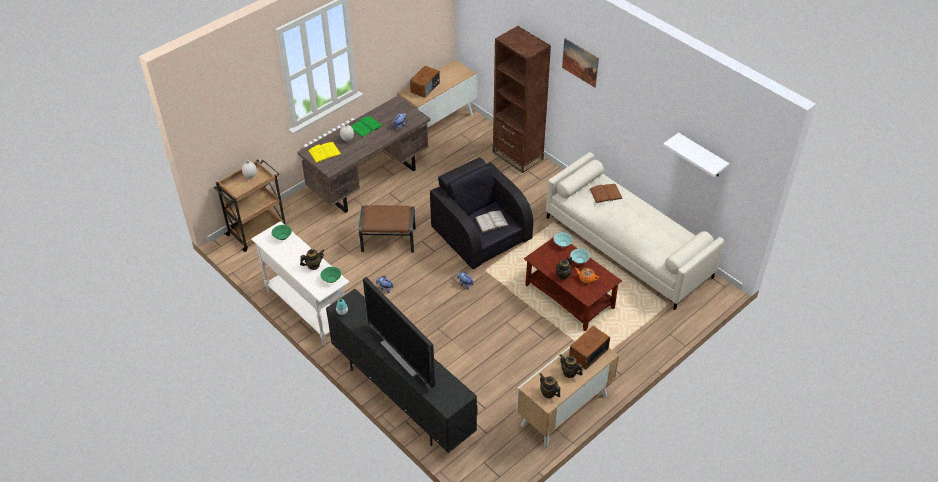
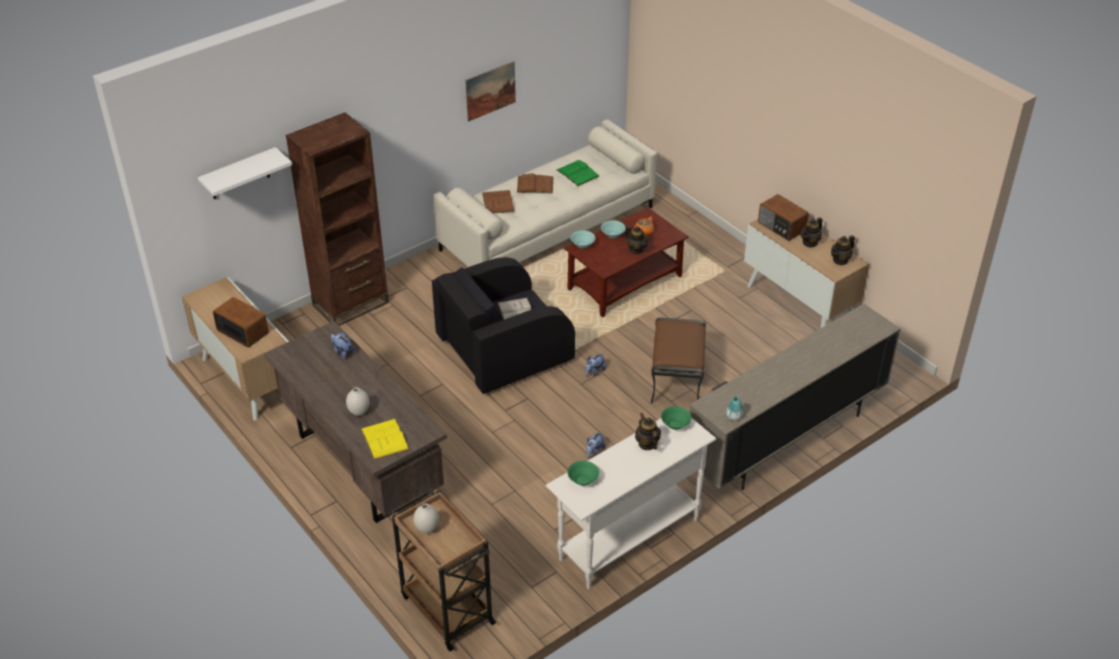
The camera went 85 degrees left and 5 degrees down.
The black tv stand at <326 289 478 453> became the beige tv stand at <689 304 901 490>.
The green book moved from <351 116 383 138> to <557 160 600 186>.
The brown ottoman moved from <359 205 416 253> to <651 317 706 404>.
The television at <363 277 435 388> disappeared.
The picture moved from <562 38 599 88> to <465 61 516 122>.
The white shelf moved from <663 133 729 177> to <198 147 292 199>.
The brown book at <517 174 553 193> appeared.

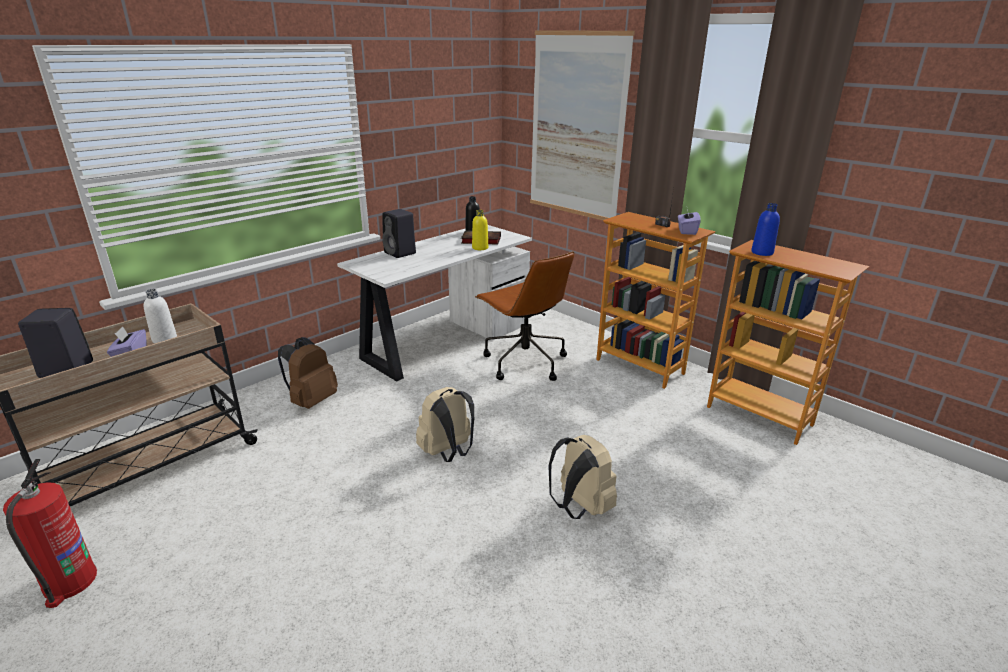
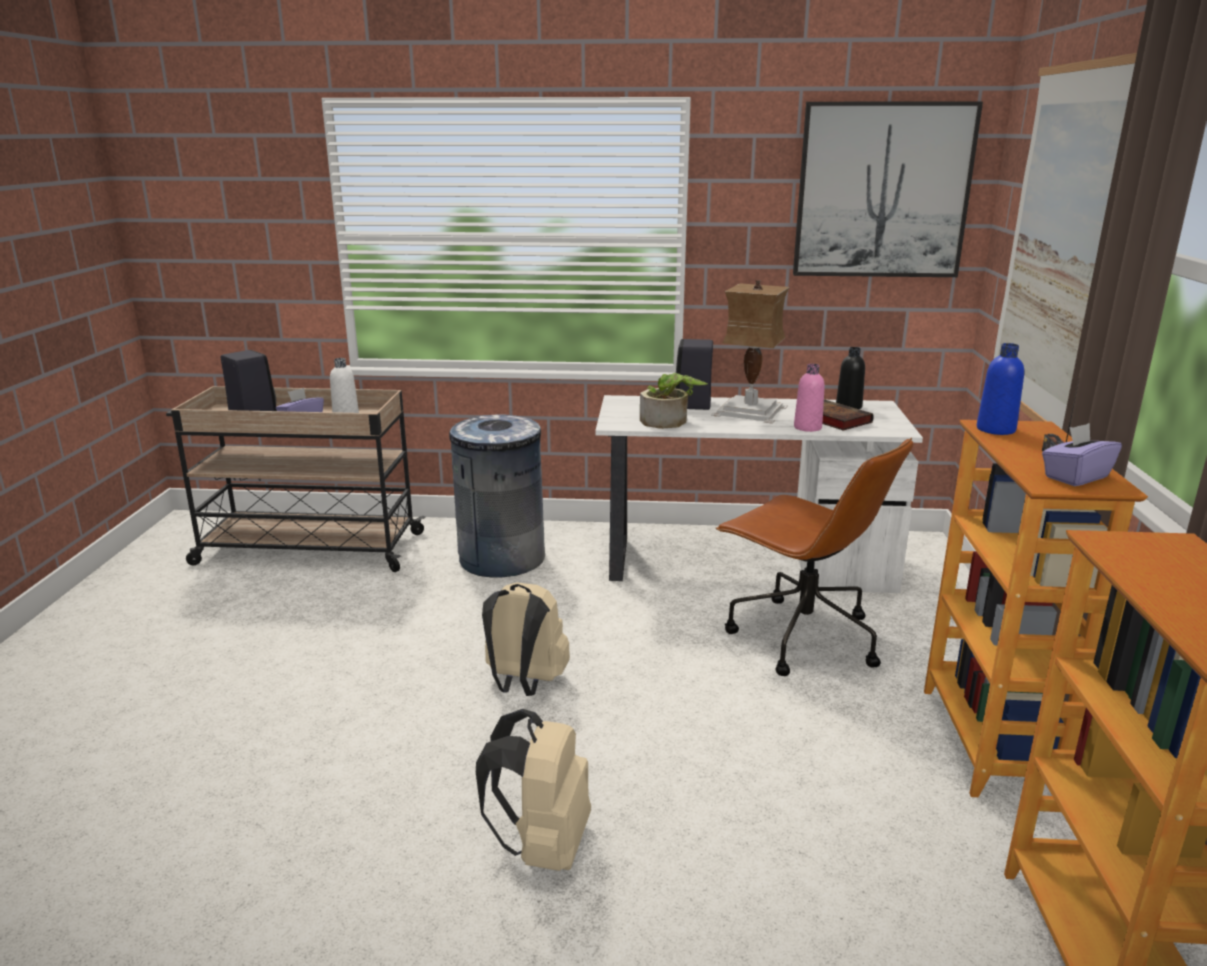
The camera went 50 degrees right and 5 degrees down.
The fire extinguisher at <3 459 97 608> disappeared.
The brown backpack at <278 337 338 409> was replaced by the grey trash can at <449 414 545 578>.
The yellow bottle at <472 210 488 250> became the pink bottle at <794 364 825 432>.
The brown office chair at <475 251 574 381> turned 60 degrees counterclockwise.
The blue bottle moved from <751 203 780 256> to <977 343 1024 435>.
The potted plant at <640 373 708 429> appeared.
The table lamp at <711 280 789 424> appeared.
The picture at <793 101 983 277> appeared.

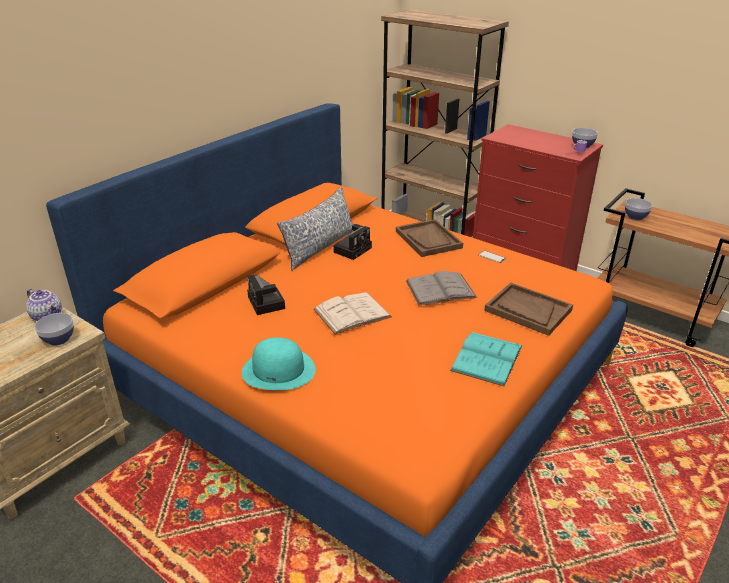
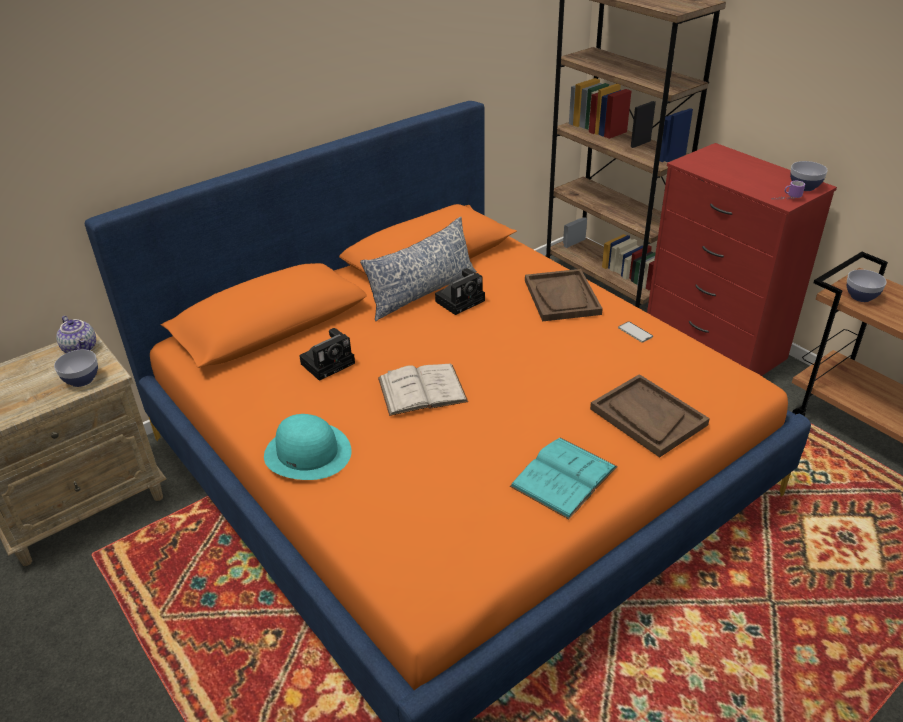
The camera went 15 degrees right and 5 degrees up.
The photo camera at <247 274 285 315> turned 120 degrees counterclockwise.
The grey book at <406 271 477 305> disappeared.

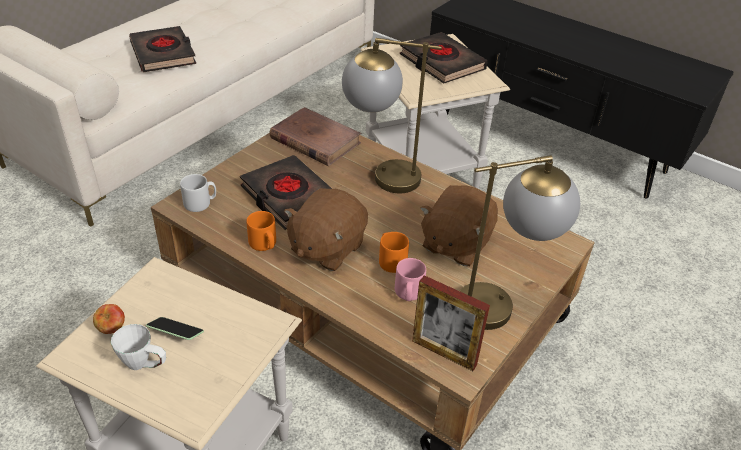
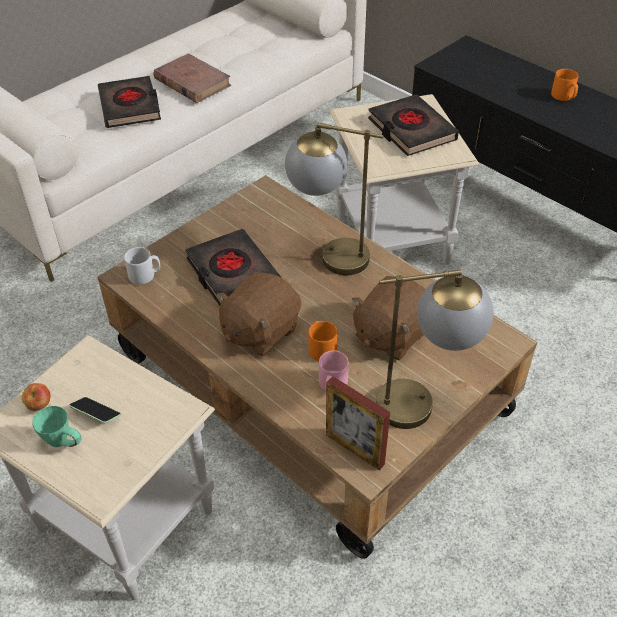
The camera went 10 degrees right and 5 degrees up.
The white mug at <111 324 166 370> became the green mug at <32 406 81 447>.
The orange mug moved from <246 211 276 251> to <551 69 578 101>.
The brown book moved from <270 107 361 166> to <153 53 231 103>.

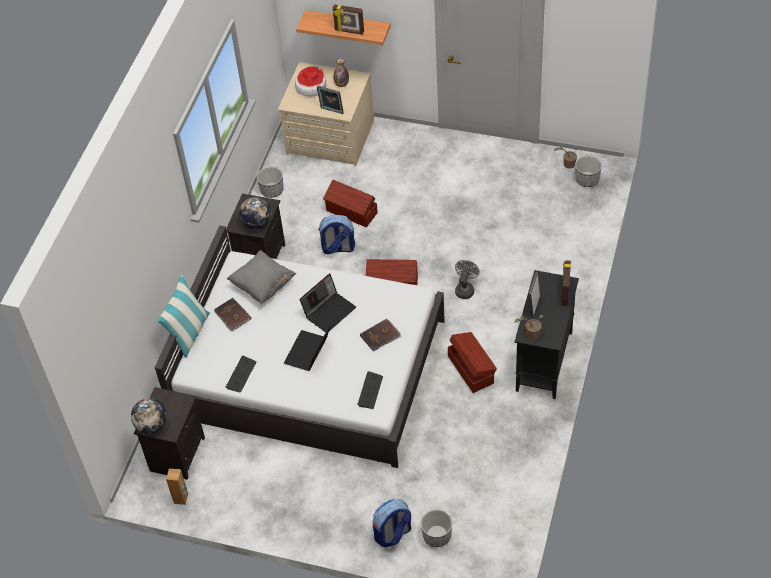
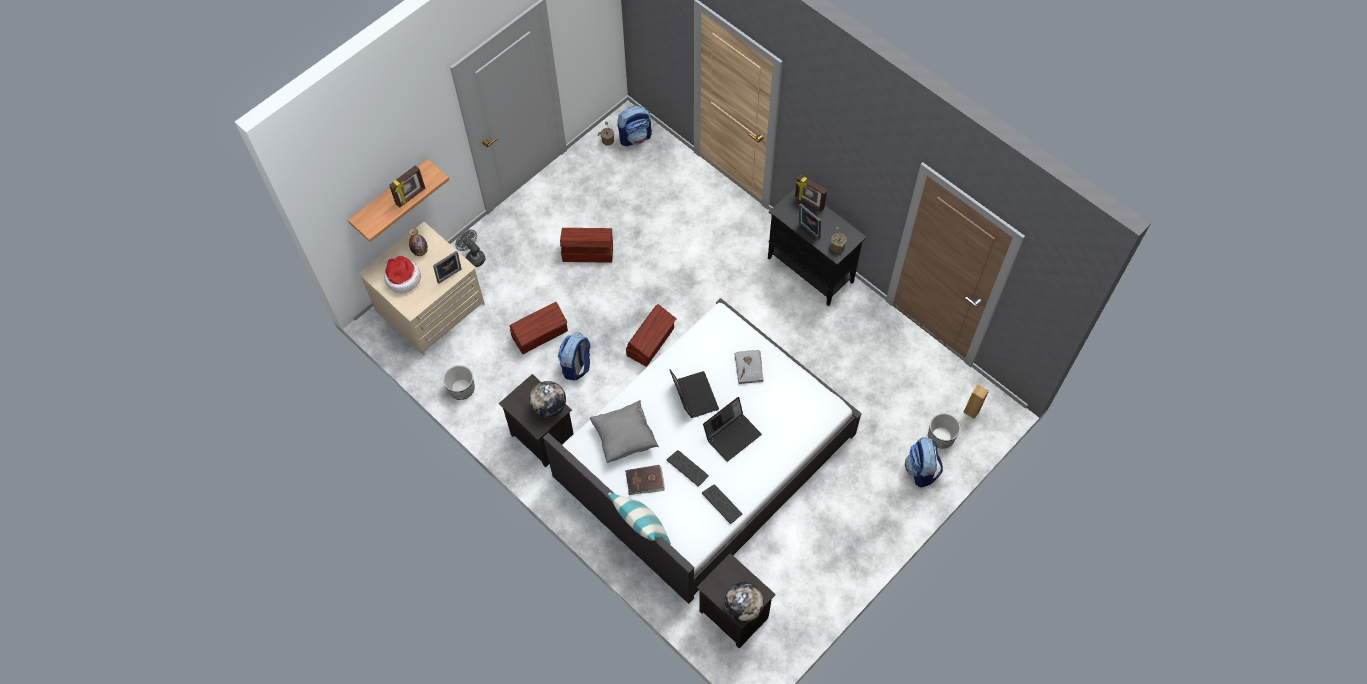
The camera went 65 degrees left and 10 degrees up.
The brown speaker moved from <166 469 188 505> to <963 384 989 419>.
The laptop at <284 323 331 371> turned 90 degrees counterclockwise.
The keyboard moved from <357 371 383 409> to <667 450 709 487>.
The brown book at <360 319 401 351> became the grey book at <735 350 764 384>.
The brown storage box moved from <448 332 497 393> to <560 228 613 262>.
The grey fan moved from <455 260 480 299> to <455 229 486 267>.
The planter at <575 155 602 187> was replaced by the backpack at <617 106 652 146>.

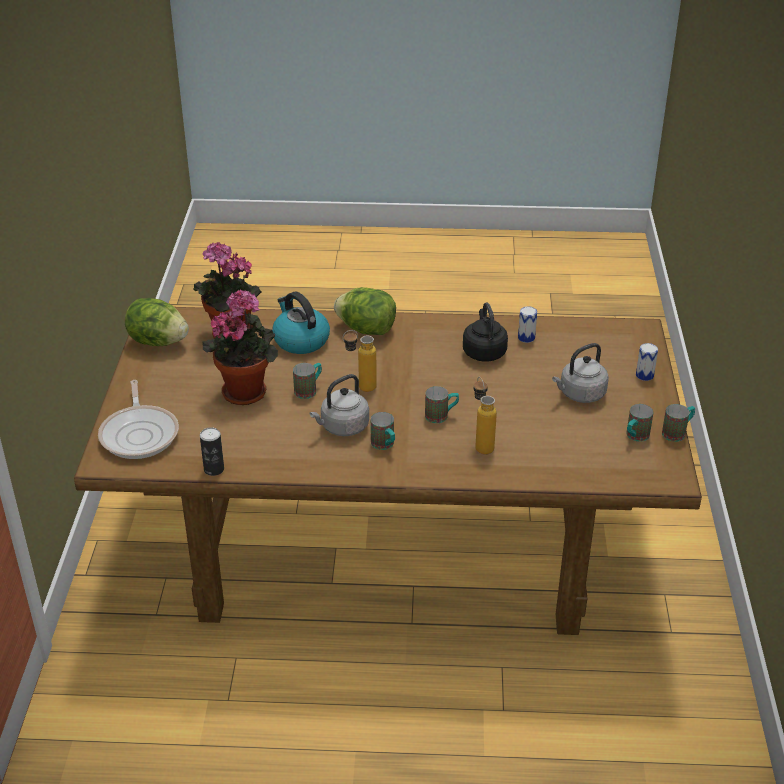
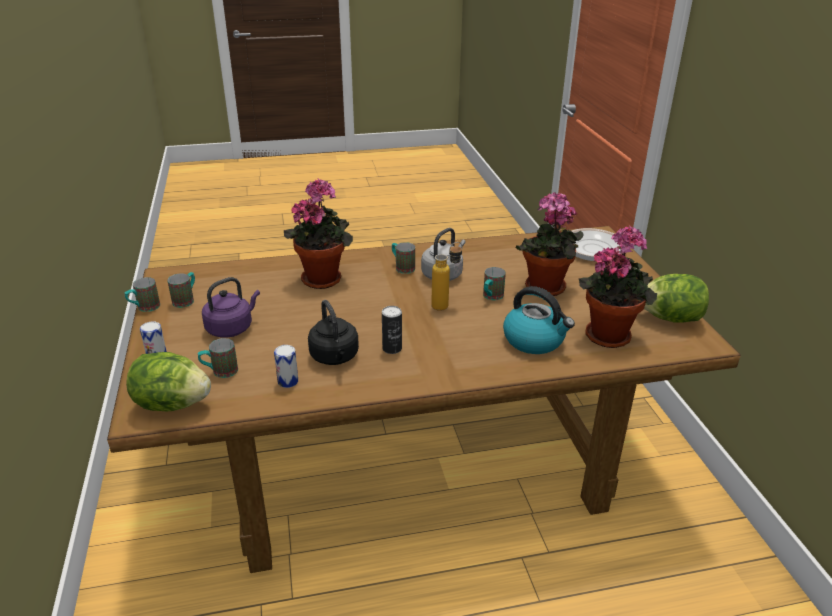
The camera went 165 degrees right and 5 degrees down.
The can moved from <200 427 224 476> to <382 306 402 354>.
The lettuce moved from <334 287 396 335> to <126 352 211 411>.
The mug moved from <425 386 459 423> to <198 338 238 378>.
The bottle at <474 377 497 455> was replaced by the potted plant at <284 178 353 289>.
The grey kettle at <552 343 609 403> became the purple kettle at <202 277 260 338>.

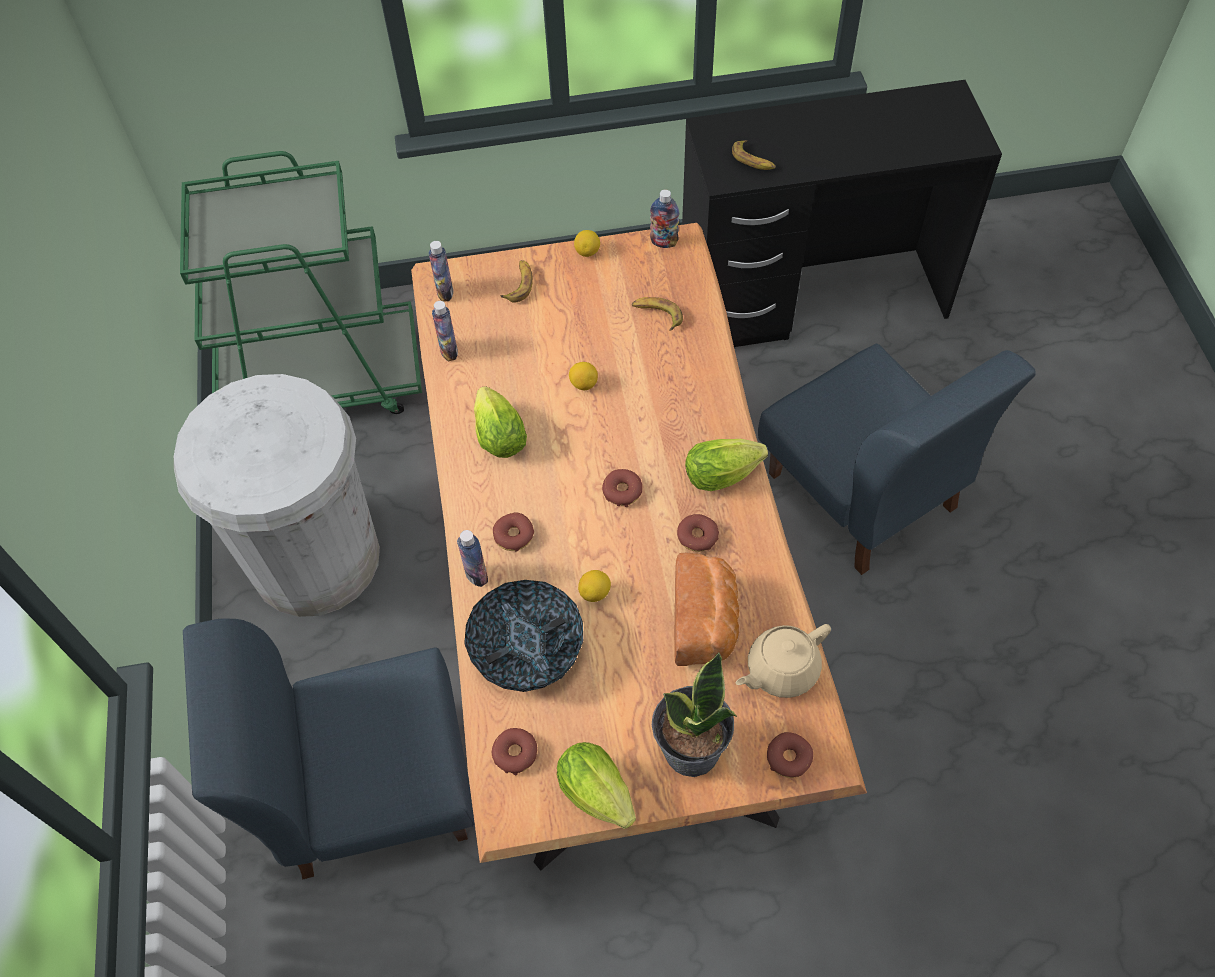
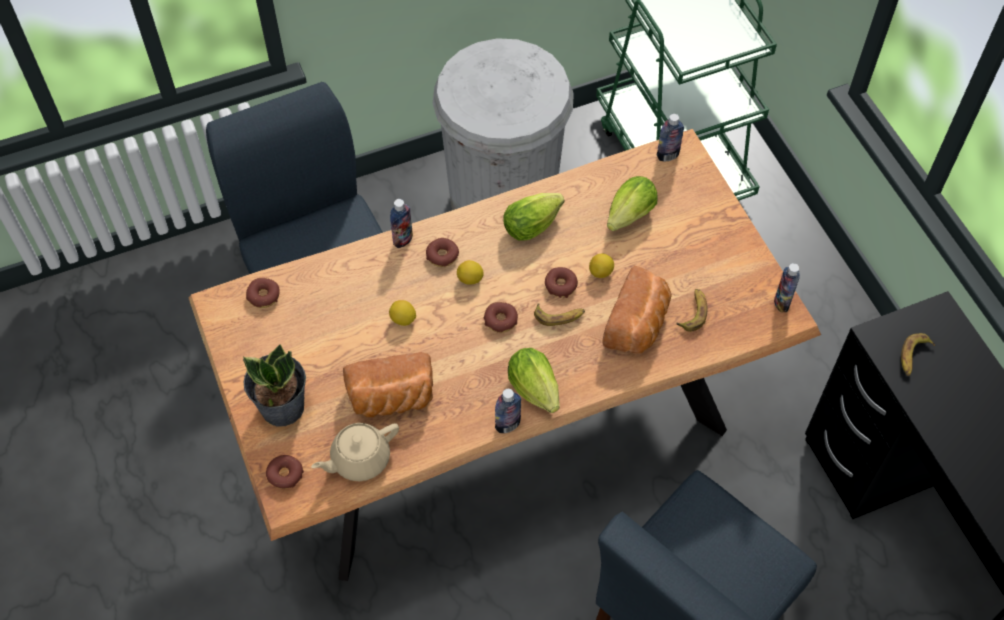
The camera went 75 degrees right and 0 degrees up.
The bottle moved from <432 301 458 361> to <495 389 521 433>.
The bowl at <464 580 583 692> disappeared.
The banana moved from <500 260 533 303> to <534 303 585 326>.
The lettuce moved from <557 742 636 829> to <607 176 657 231>.
The lemon moved from <574 230 600 257> to <457 260 484 285>.
The donut moved from <677 514 719 552> to <545 267 578 298>.
The beige teapot at <736 624 831 698> turned 75 degrees counterclockwise.
The bread at <603 266 672 354> appeared.

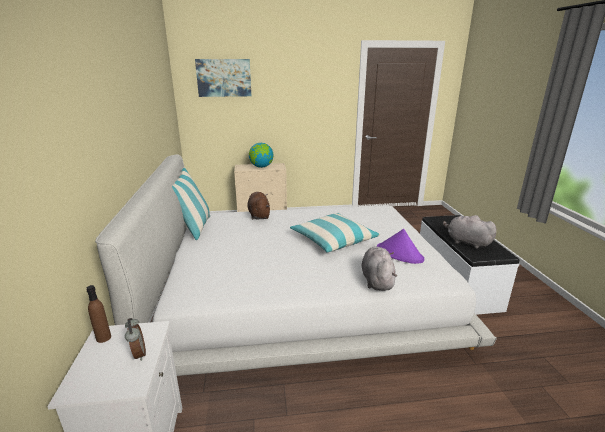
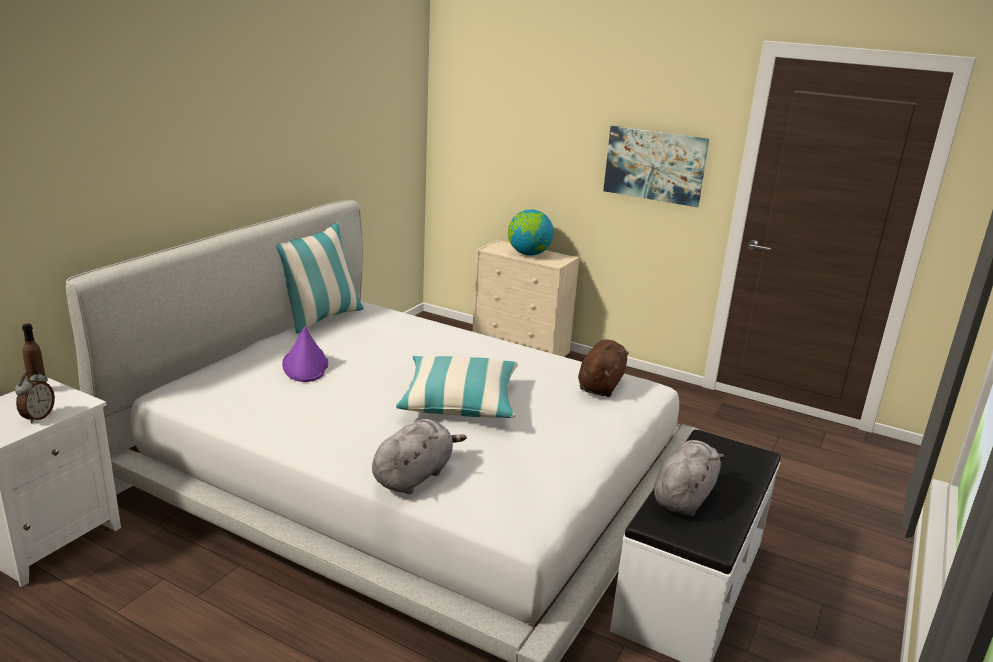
The camera went 35 degrees right and 0 degrees up.
The picture moved from <195 59 251 97> to <603 126 709 207>.
The brown plush toy moved from <248 192 270 220> to <578 340 629 397>.
The purple hat moved from <377 229 424 264> to <282 327 328 382>.
The grey plush toy at <443 215 497 249> turned 45 degrees clockwise.

